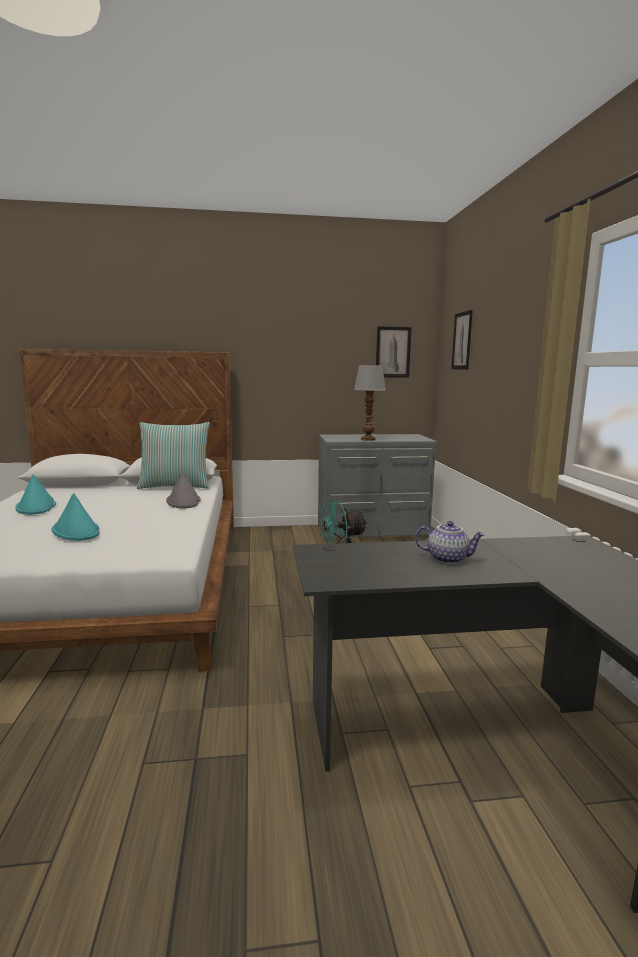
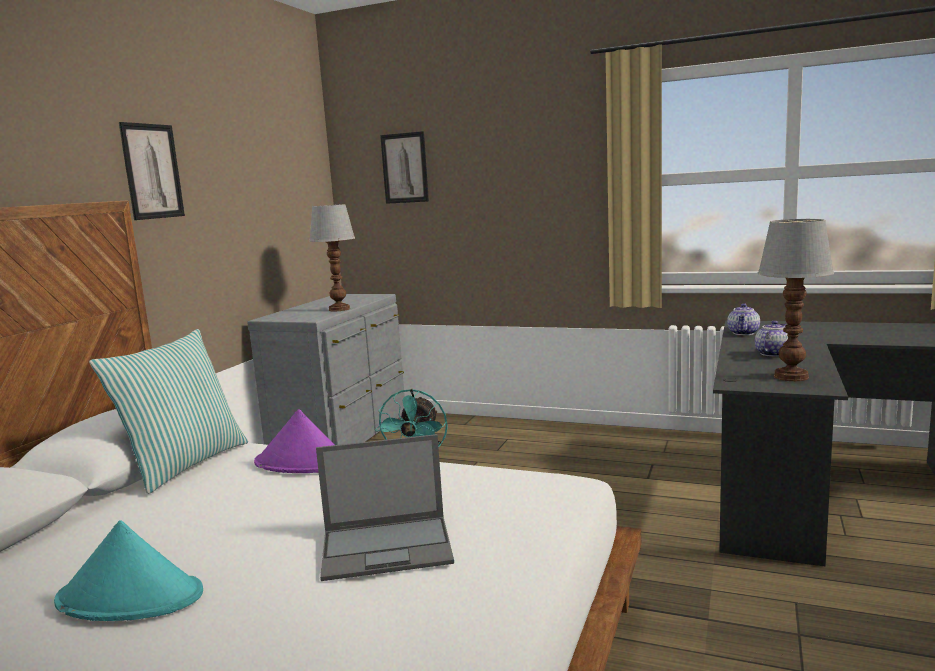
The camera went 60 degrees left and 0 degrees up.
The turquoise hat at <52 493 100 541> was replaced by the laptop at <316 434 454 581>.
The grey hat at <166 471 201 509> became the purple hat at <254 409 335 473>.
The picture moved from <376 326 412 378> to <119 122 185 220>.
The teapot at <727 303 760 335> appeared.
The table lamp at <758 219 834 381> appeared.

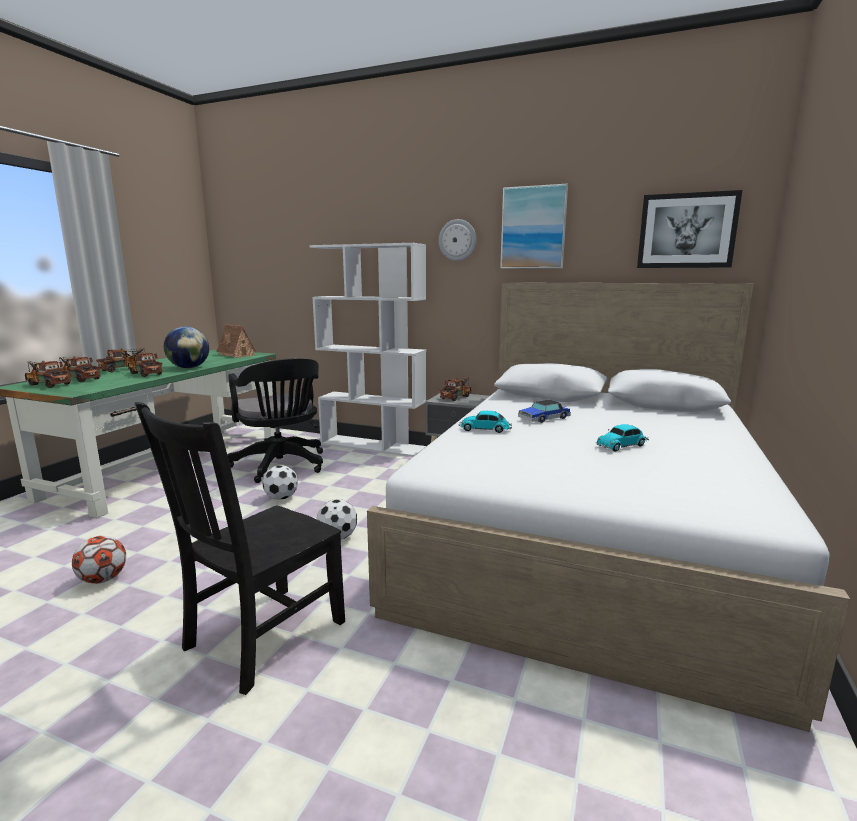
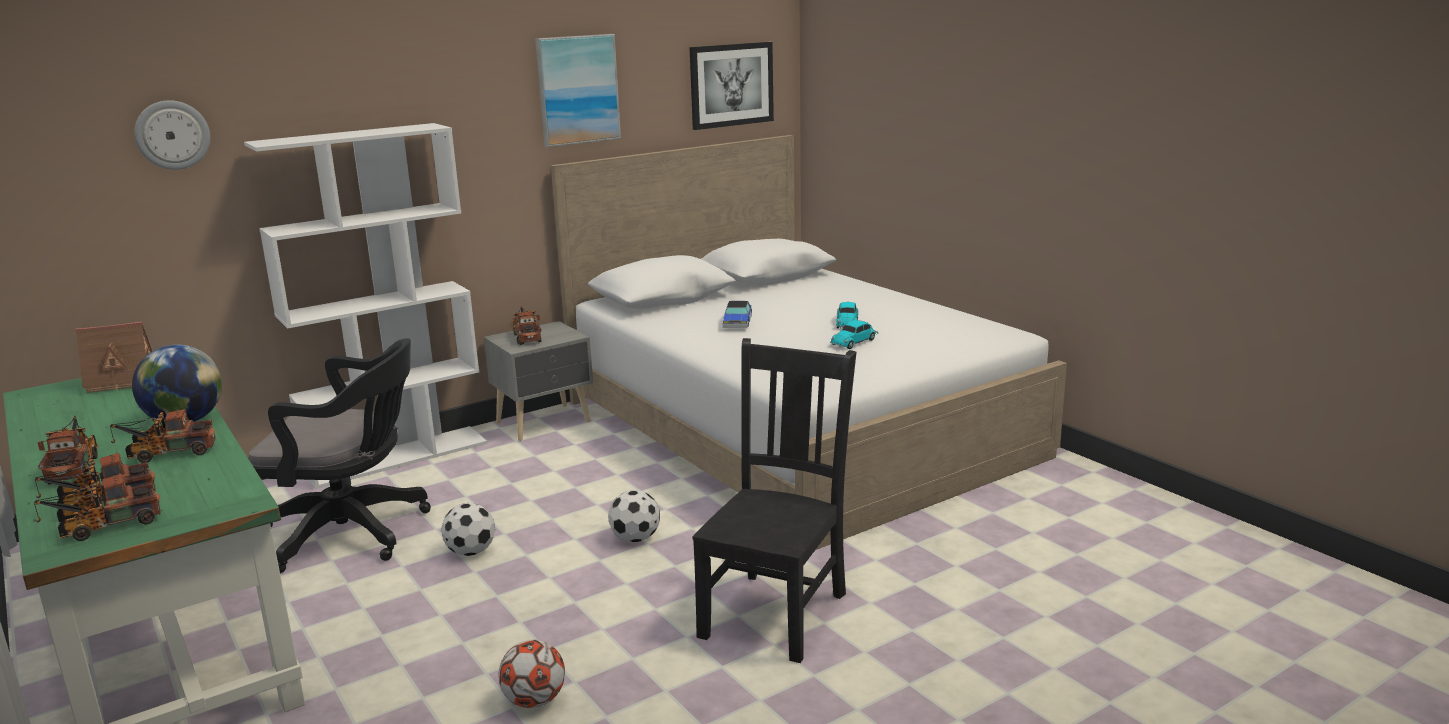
The camera went 55 degrees left and 5 degrees up.
The black chair at <135 402 345 695> turned 135 degrees counterclockwise.
The wall clock moved from <439 219 476 261> to <134 100 210 170>.
The toy car moved from <459 411 512 433> to <830 320 878 349>.

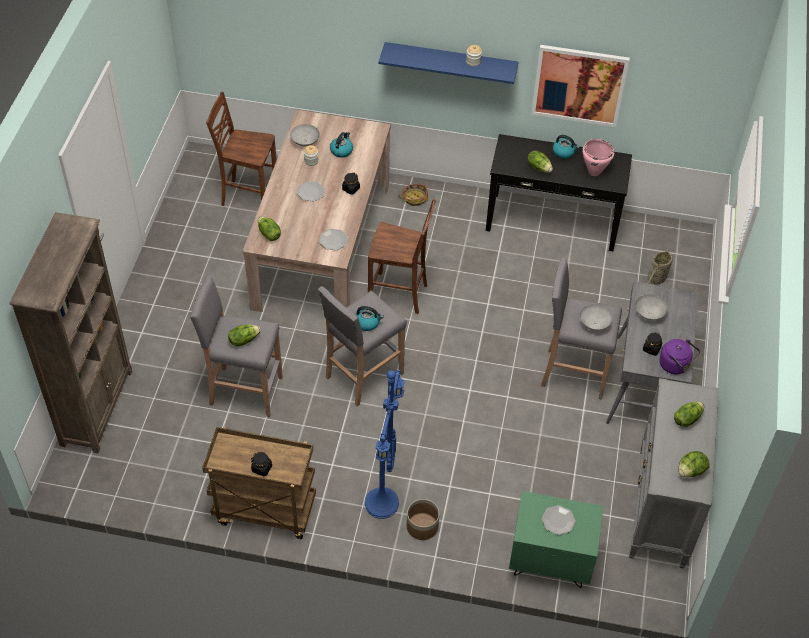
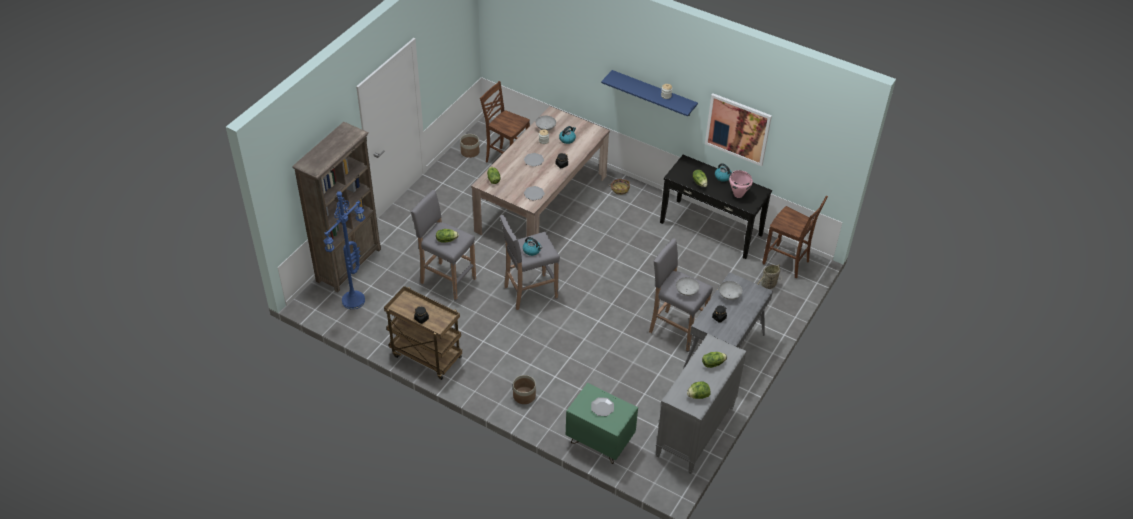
The camera went 20 degrees right and 5 degrees down.
The blue floor lamp moved from <365 370 405 519> to <323 191 365 309>.
The brown chair moved from <368 199 436 314> to <762 196 828 278>.
The purple kettle at <659 339 700 374> disappeared.
The planter at <460 134 479 158> appeared.

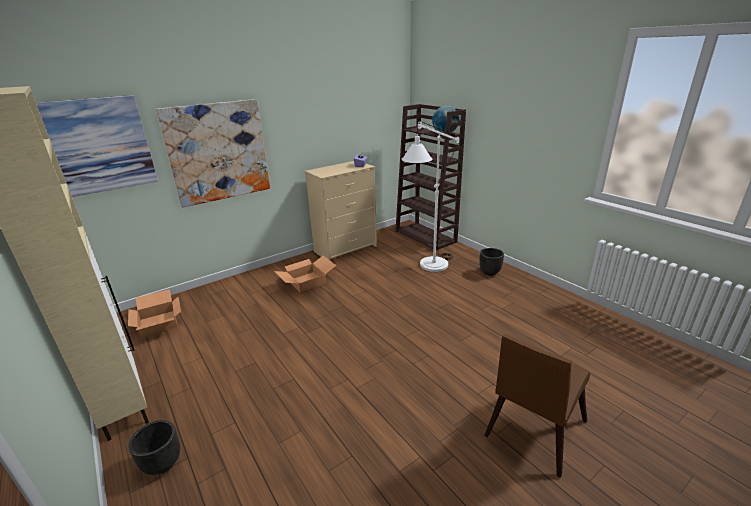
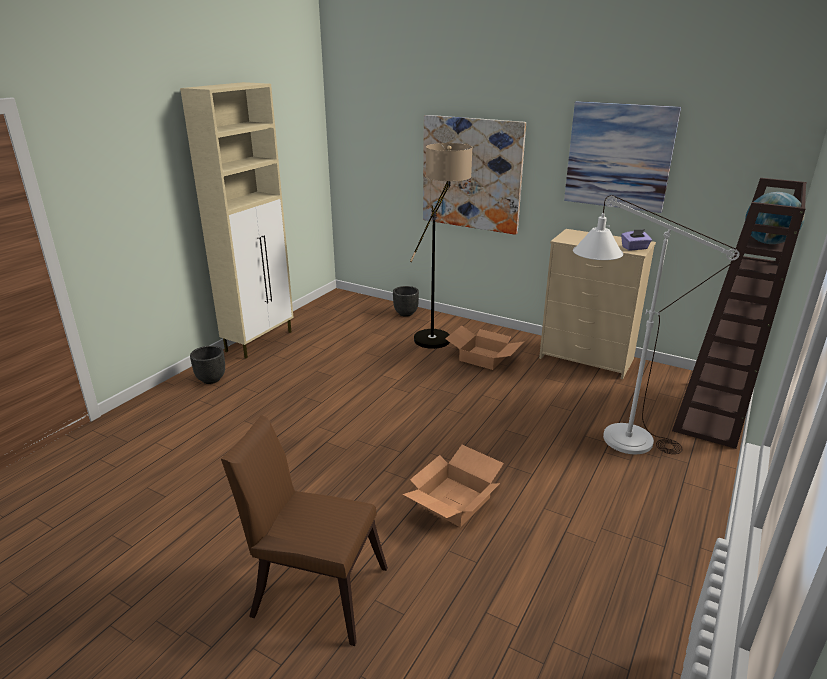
The camera went 65 degrees right and 0 degrees up.
The picture moved from <36 95 158 197> to <564 101 681 213>.
The cardboard box moved from <128 289 181 338> to <402 445 504 527>.
The black planter moved from <479 248 504 275> to <393 286 419 317>.
The floor lamp at <410 143 472 349> appeared.

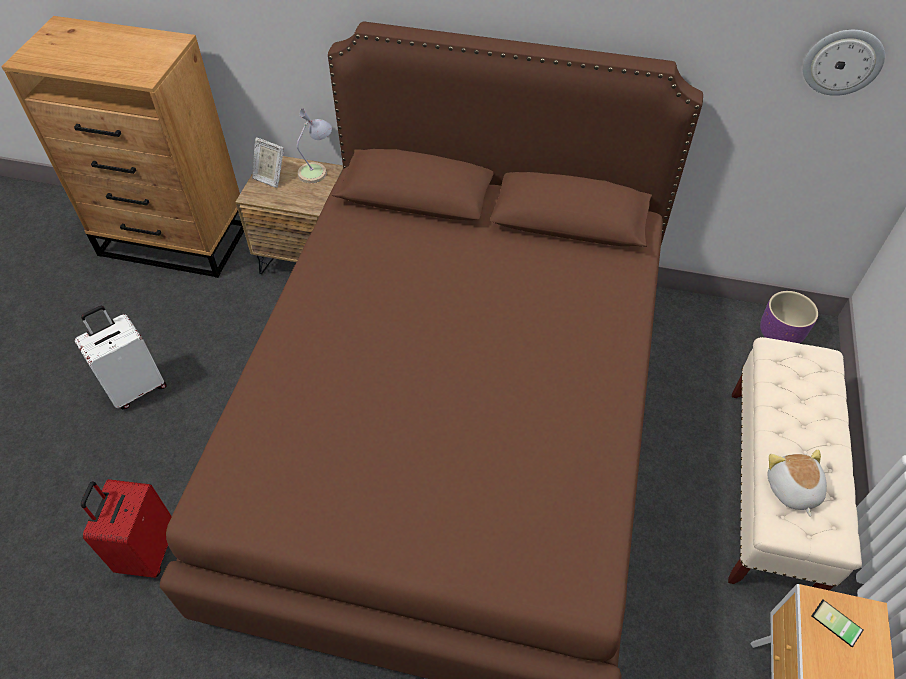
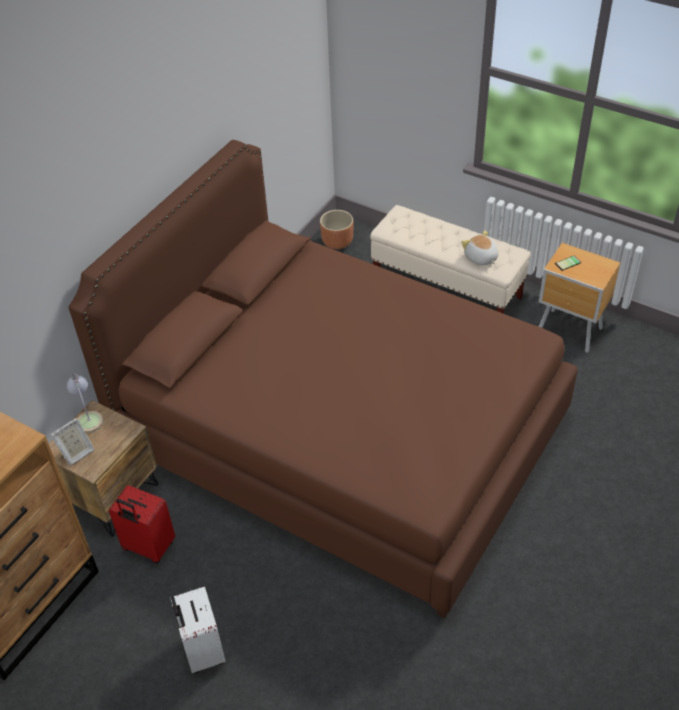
The camera went 70 degrees left and 5 degrees down.
The red suitcase moved from <81 479 172 578> to <109 485 175 563>.
The purple planter at <760 291 818 343> became the brown planter at <320 210 354 249>.
The plush toy at <768 450 827 516> turned 45 degrees clockwise.
The wall clock at <803 30 885 96> disappeared.

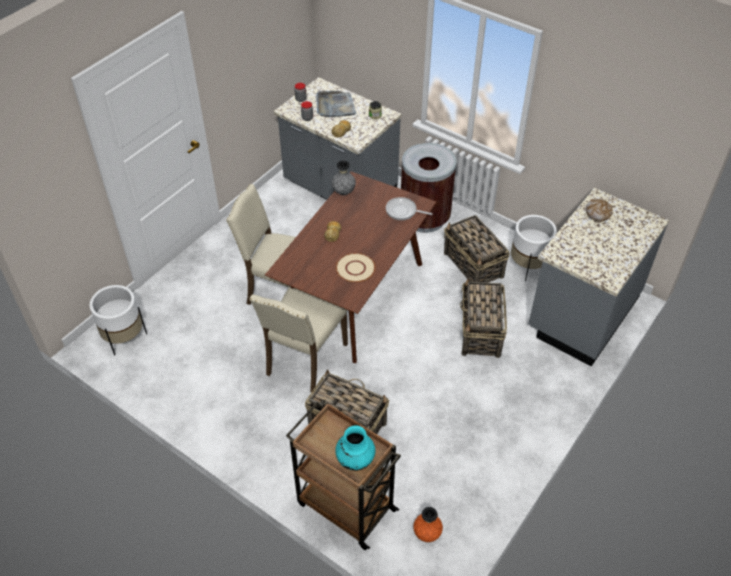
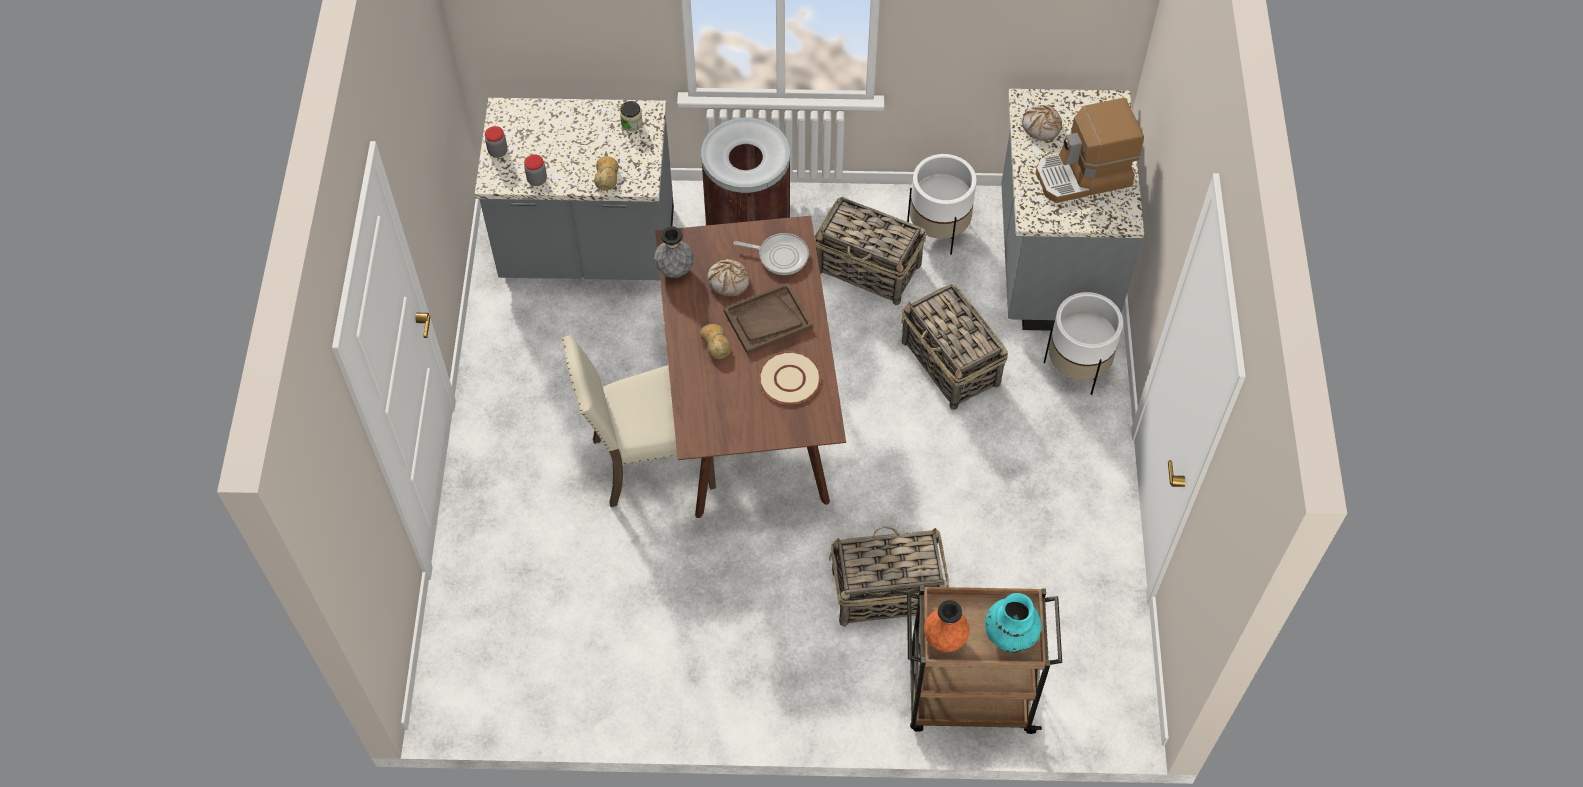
The camera went 35 degrees left and 10 degrees up.
The white planter moved from <90 285 147 355> to <1044 292 1123 395>.
The beige chair at <250 286 348 392> disappeared.
The grey tray at <316 91 357 117> disappeared.
The frying pan at <386 197 433 220> turned 150 degrees counterclockwise.
The orange vase moved from <413 507 443 542> to <924 600 969 652>.
The bread at <707 259 750 296> appeared.
The brown tray at <724 283 813 355> appeared.
The coffee machine at <1035 98 1144 203> appeared.

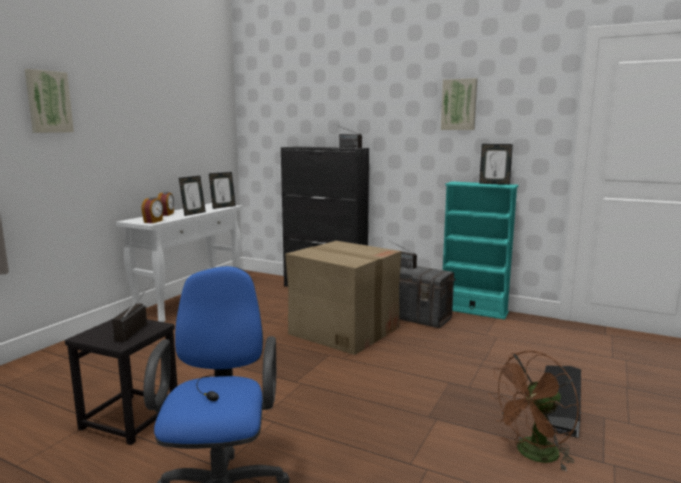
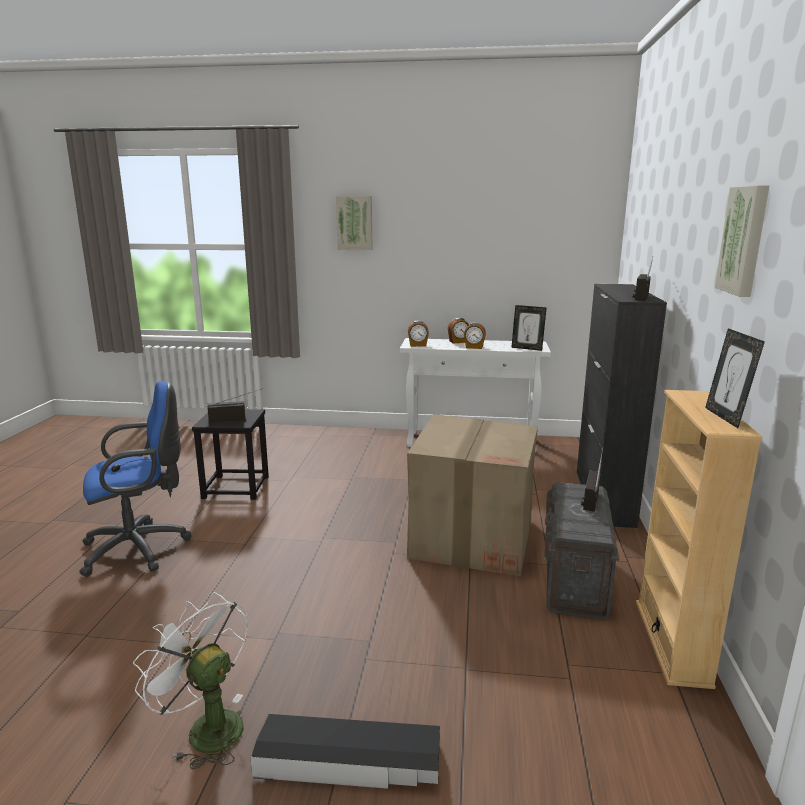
The camera went 70 degrees right and 5 degrees up.
The picture frame at <179 176 206 216> was replaced by the alarm clock at <464 322 486 349>.
The turquoise bookcase at <443 181 519 320> became the beige bookcase at <636 390 763 689>.
The brown fan at <488 351 579 471> became the white fan at <133 592 248 769>.

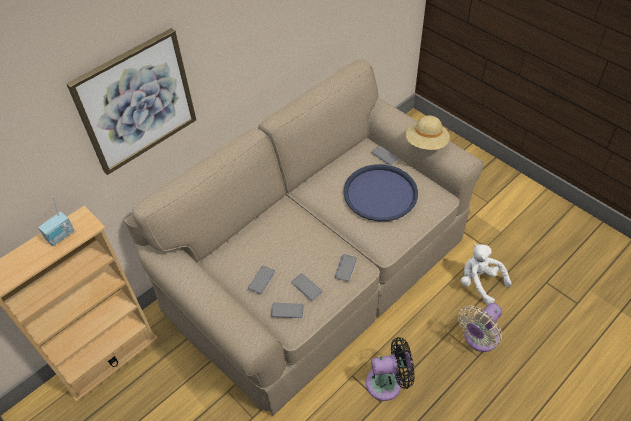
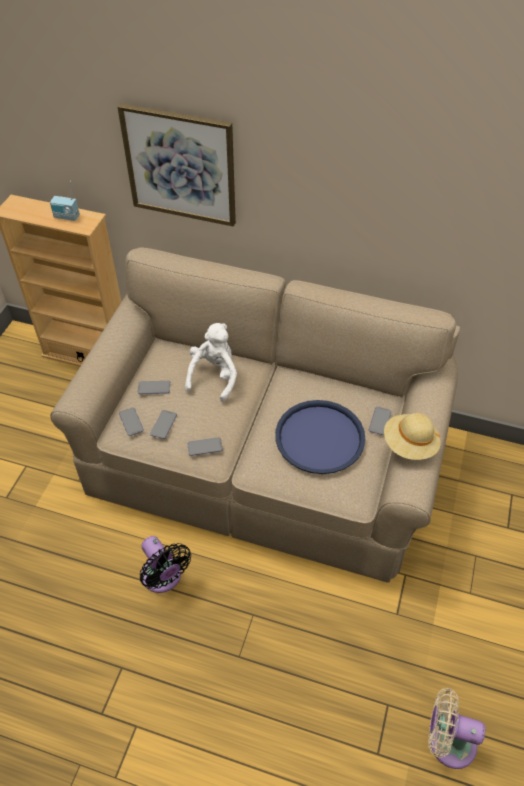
The camera went 60 degrees right and 0 degrees up.
The beige fan moved from <458 303 502 352> to <428 688 485 769>.
The white plush toy moved from <461 244 512 305> to <185 323 237 402>.

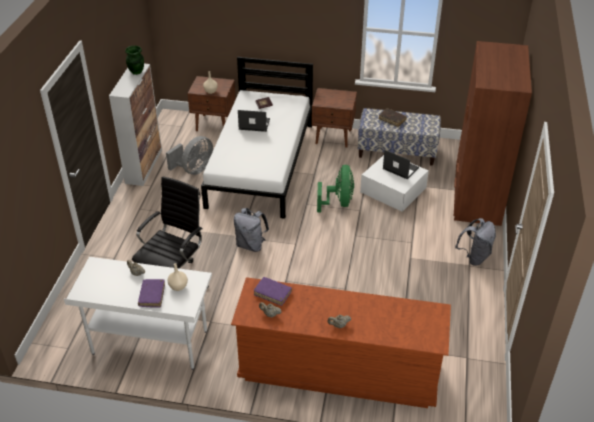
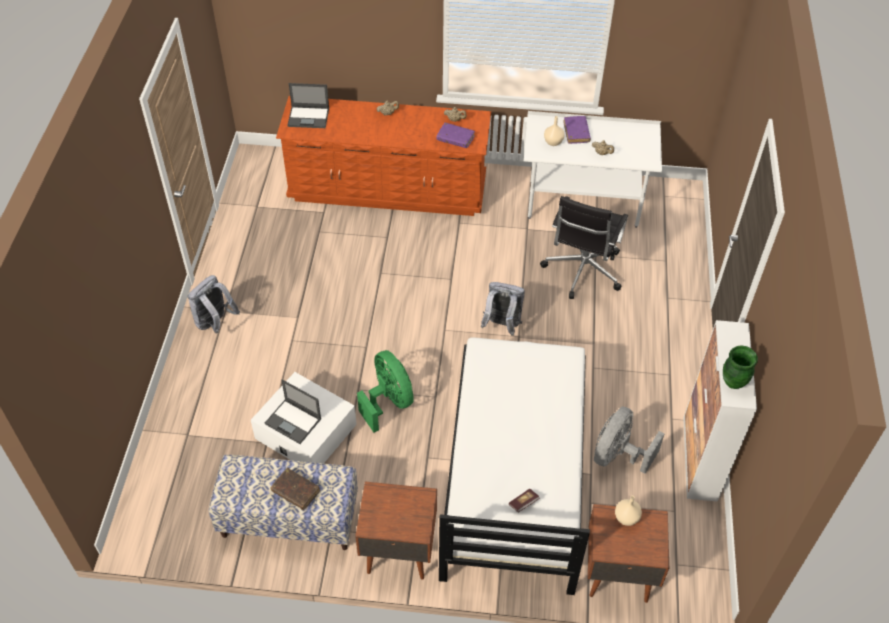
The camera went 175 degrees right and 10 degrees up.
The laptop moved from <238 110 270 132> to <287 83 329 128>.
The green fan at <317 165 354 212> turned 150 degrees clockwise.
The brown wardrobe at <454 41 532 226> disappeared.

